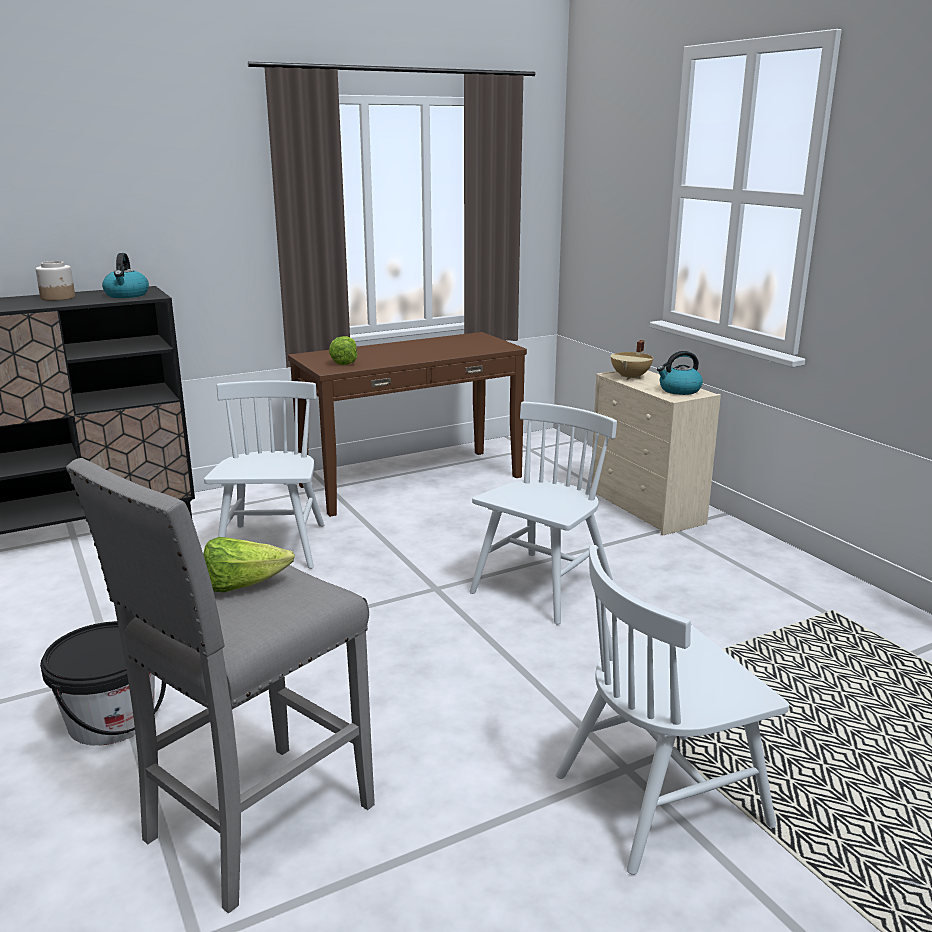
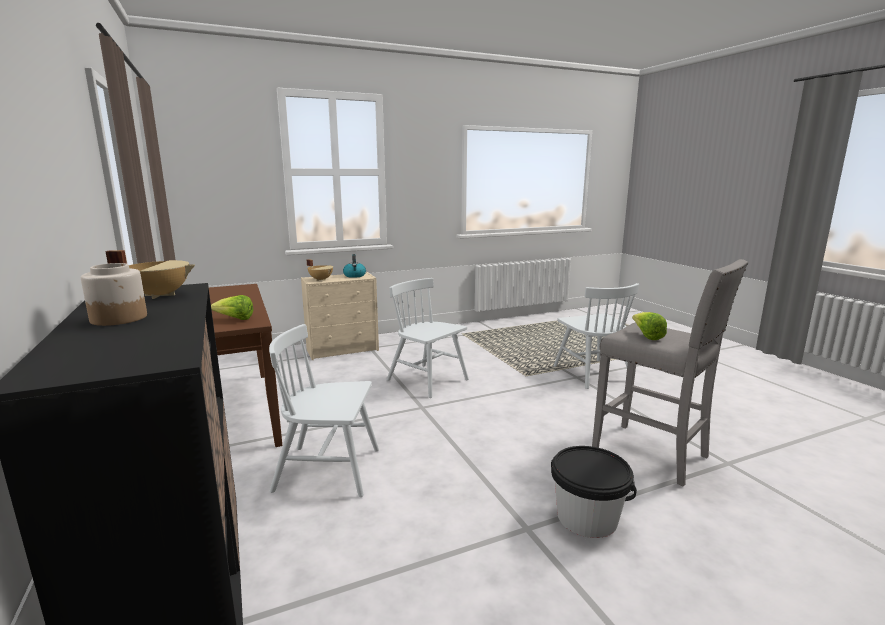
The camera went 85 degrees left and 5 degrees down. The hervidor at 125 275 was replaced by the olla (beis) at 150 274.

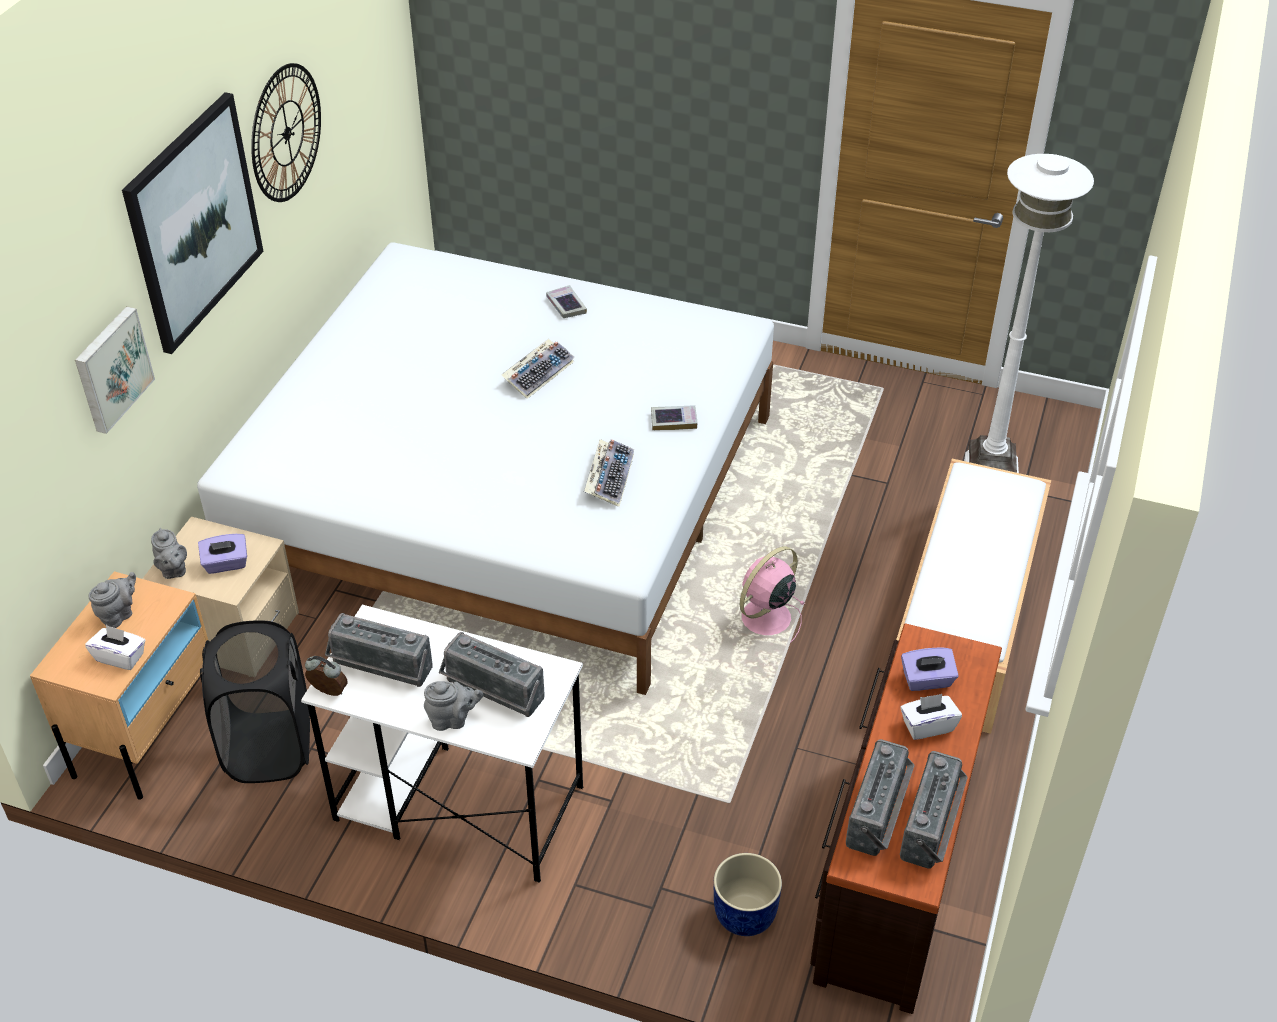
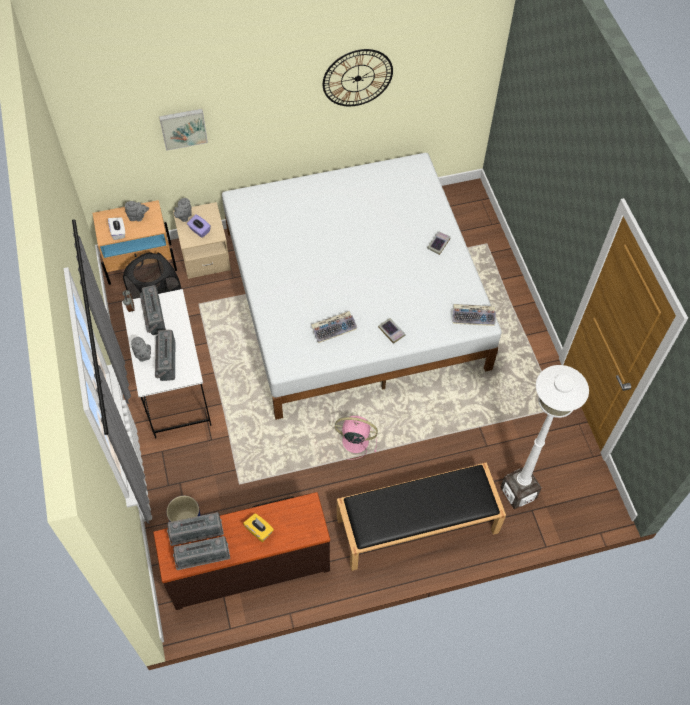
The camera went 55 degrees right and 15 degrees up. The cuadro at 193 223 disappeared. The caja de pañuelos (morado) at 930 669 disappeared. The teclado moved from 537 369 to 474 315. The banco (blanco) at 973 596 became the banco (negro) at 421 516. The caja de pañuelos (blanco) at 931 717 became the caja de pañuelos (amarillo) at 258 527.

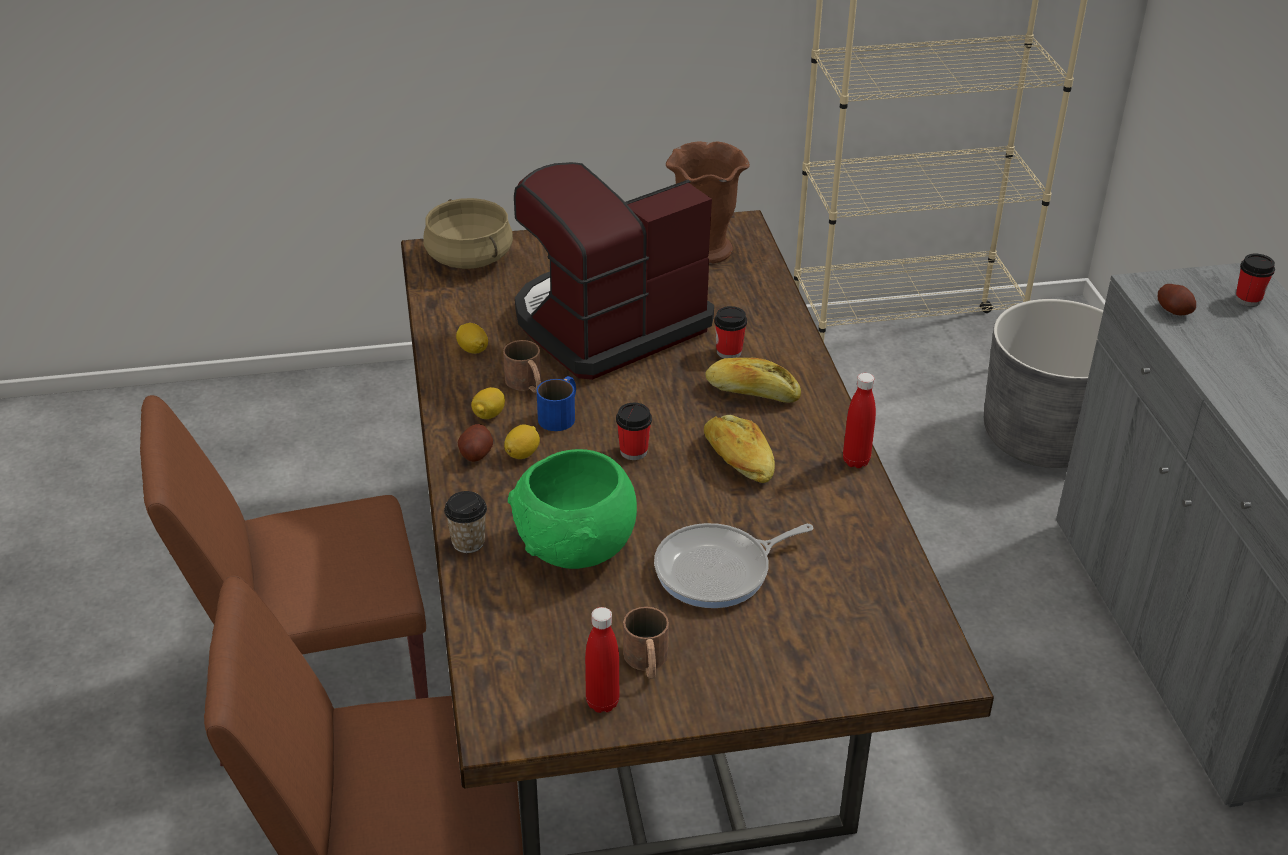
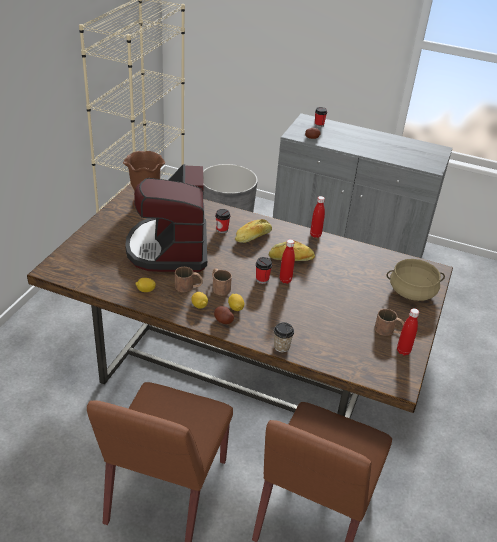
The camera went 60 degrees left and 0 degrees up. The cuenco (verde) at 572 509 disappeared. The sartén at 734 565 disappeared. The botella (rojo) at 287 261 appeared. The olla (beis) moved from 468 233 to 416 280. The taza grande (azul) at 556 403 became the taza grande (marrón) at 222 282.

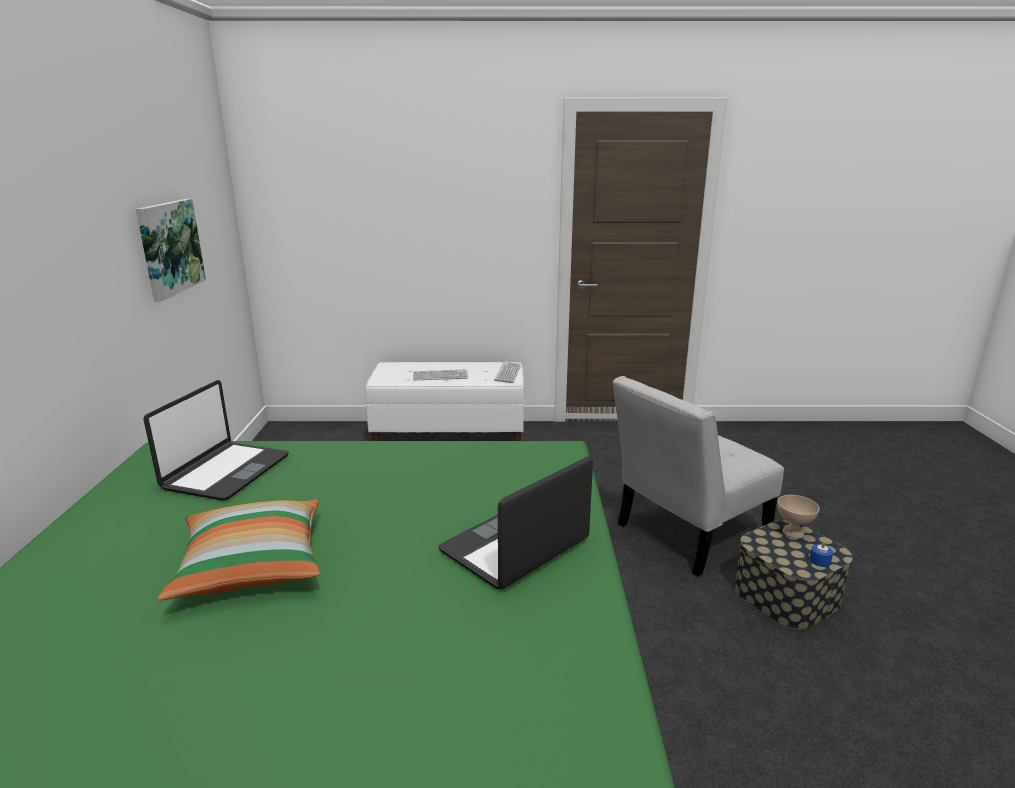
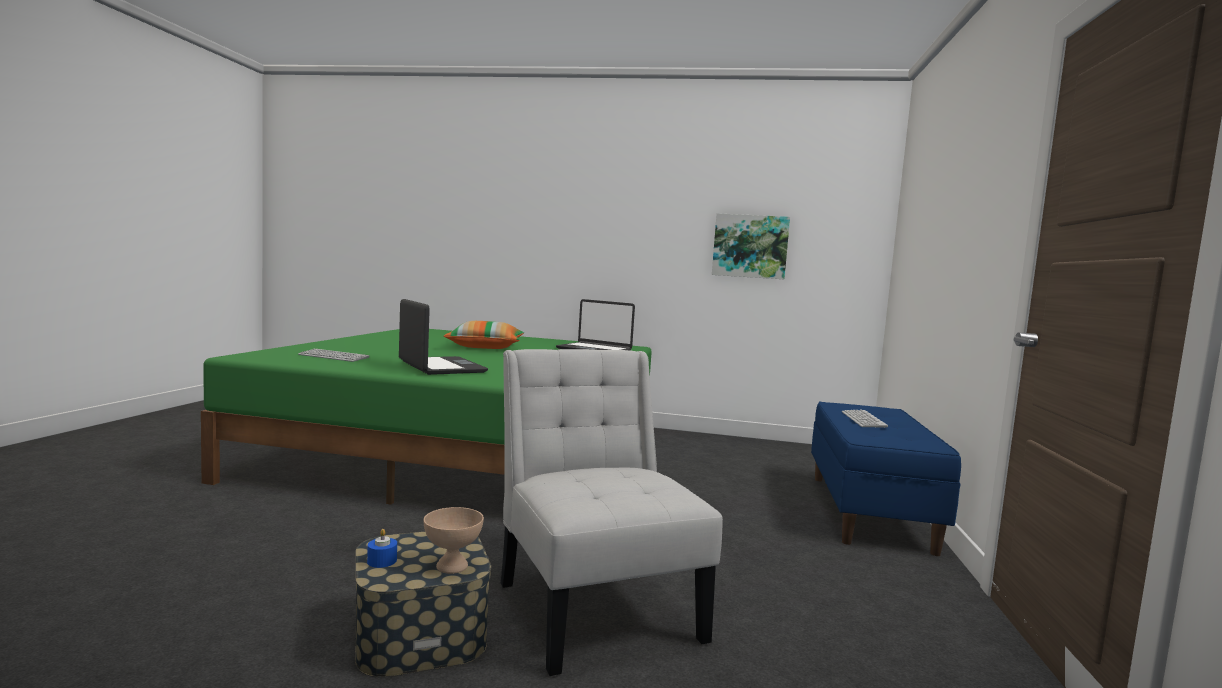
The camera went 100 degrees right and 15 degrees down. The teclado moved from 507 372 to 334 355. The banco (blanco) at 445 401 became the banco (azul) at 886 478.

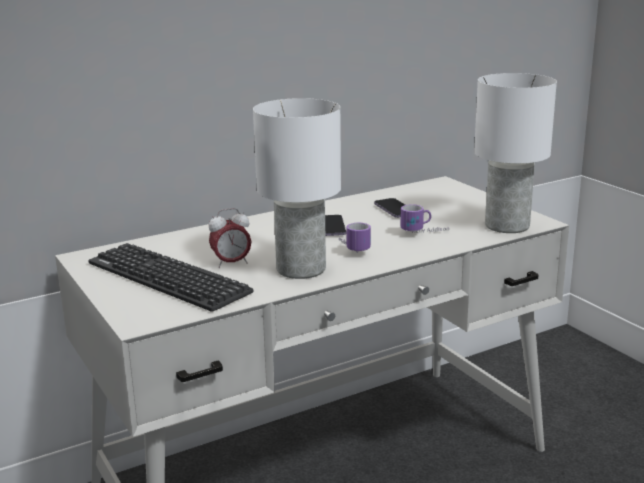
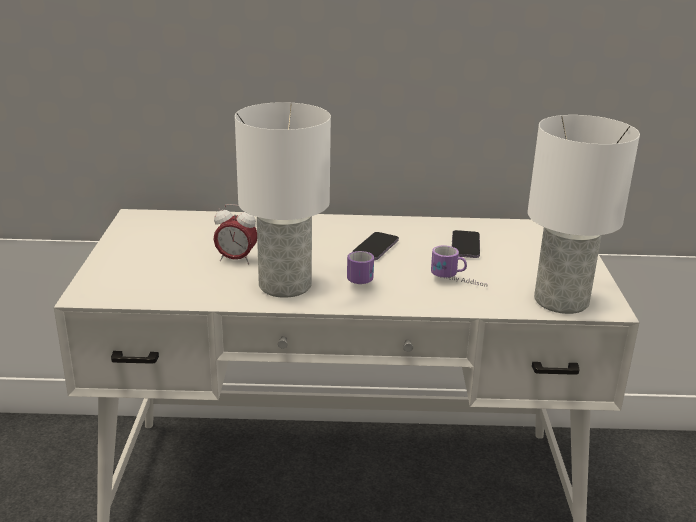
The camera went 30 degrees right and 5 degrees up. The teclado at 171 277 disappeared.

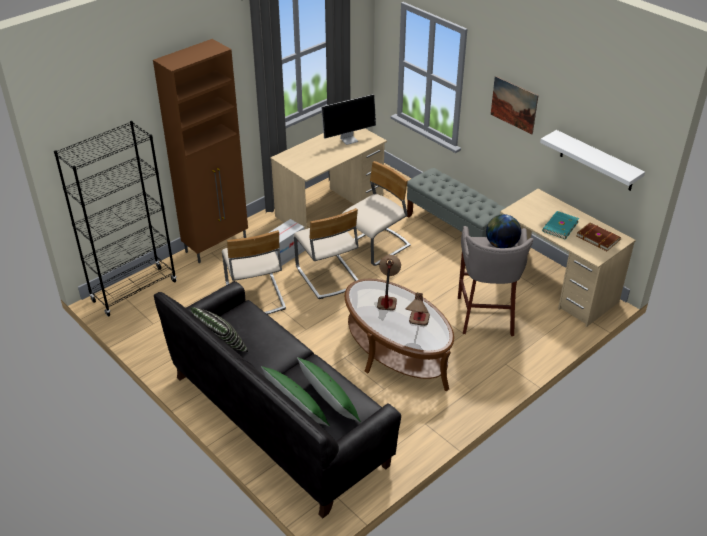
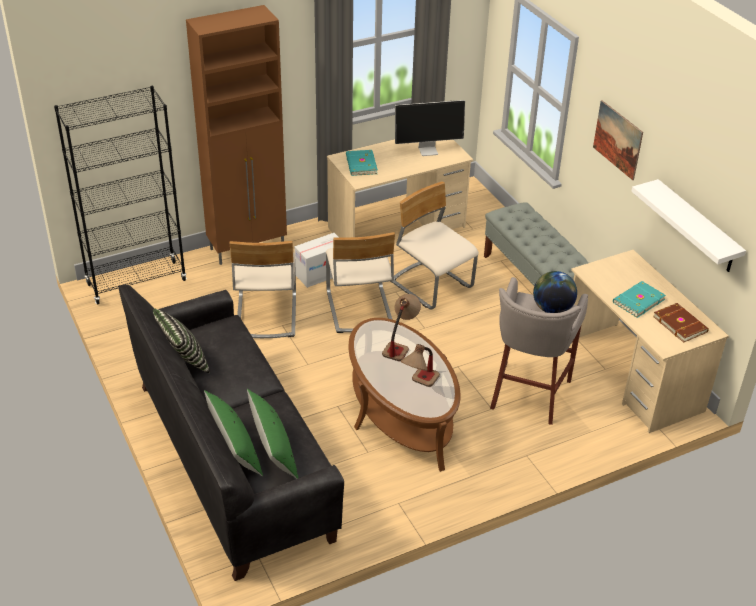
The camera went 15 degrees right and 0 degrees up. The libro (turquesa) at 362 163 appeared. The silla (beis) at 376 213 turned 105 degrees counterclockwise.

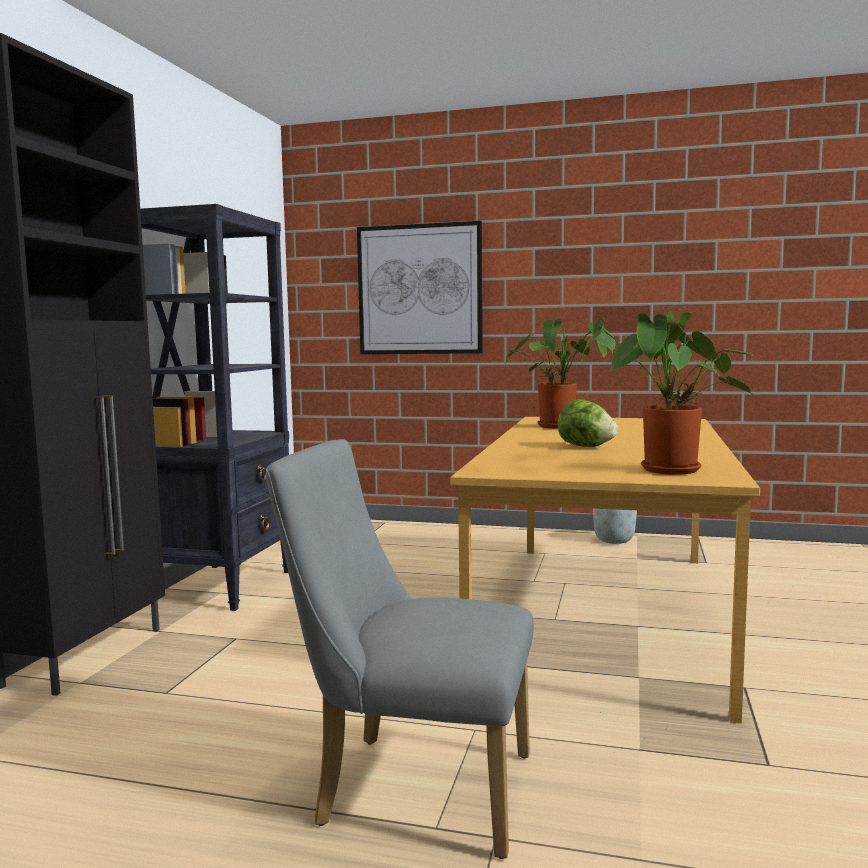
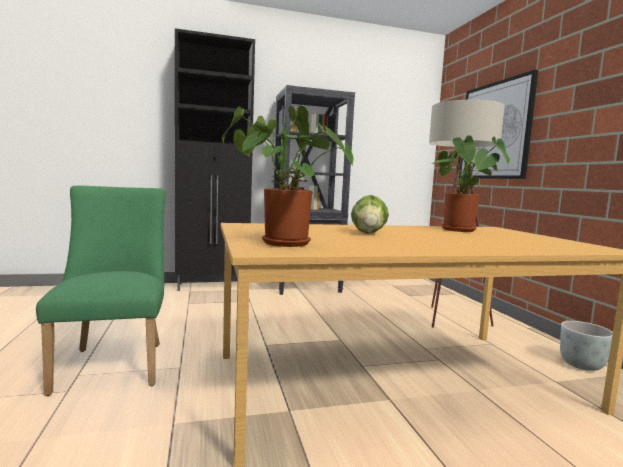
The camera went 60 degrees right and 0 degrees up. The lámpara de pie (beis) at 467 213 appeared. The silla (gris) at 400 649 became the silla (verde) at 100 291.

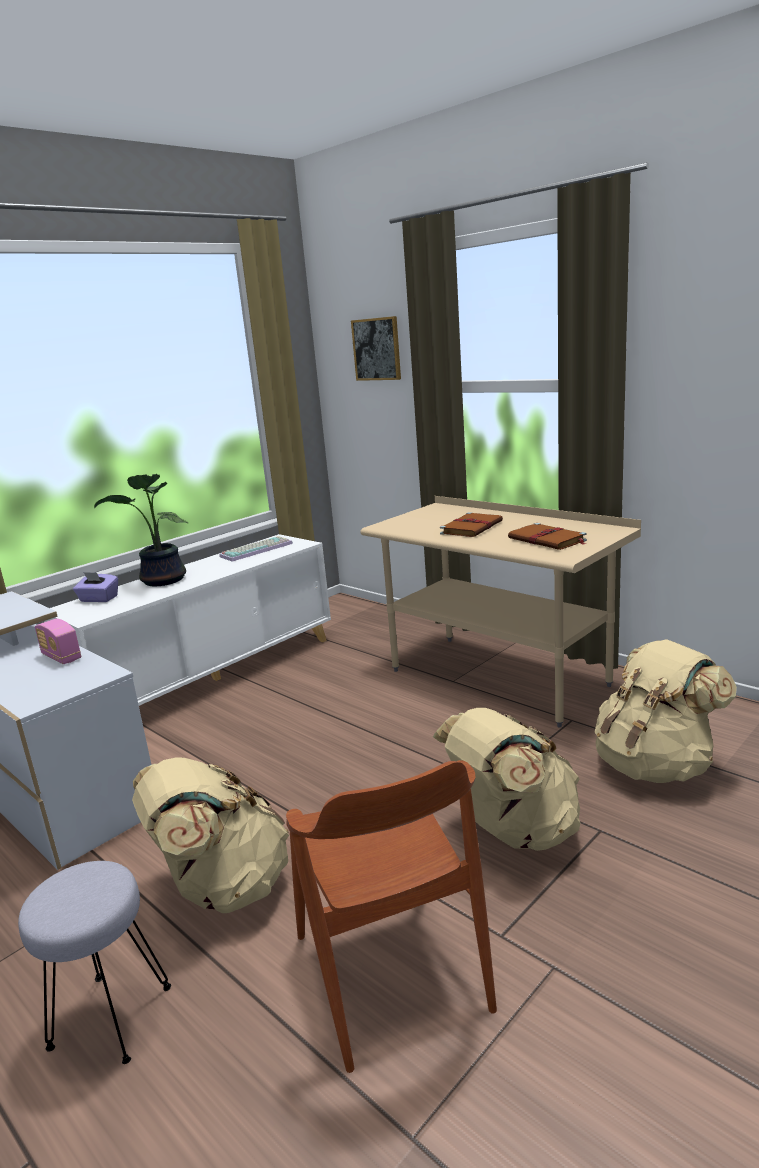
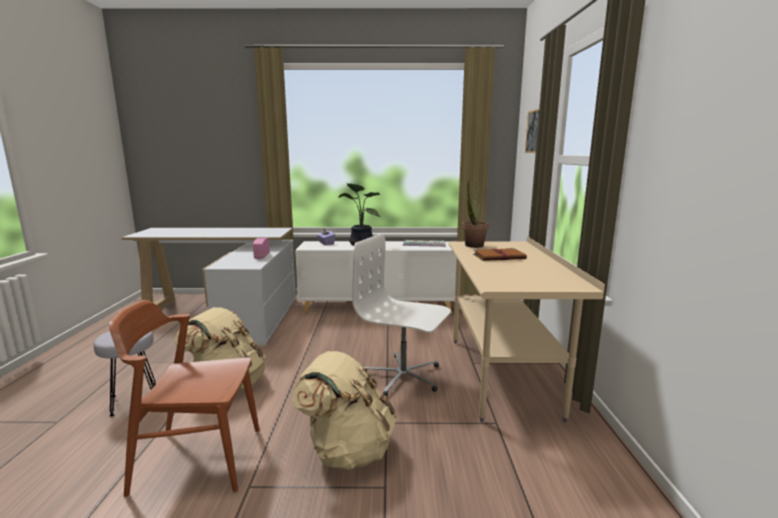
The camera went 45 degrees right and 5 degrees down. The libro (marrón) at 547 536 disappeared. The mochila (beis) at 666 711 disappeared. The silla de oficina (blanco) at 401 315 appeared. The planta en maceta at 475 213 appeared. The silla (marrón) at 391 916 turned 60 degrees clockwise.

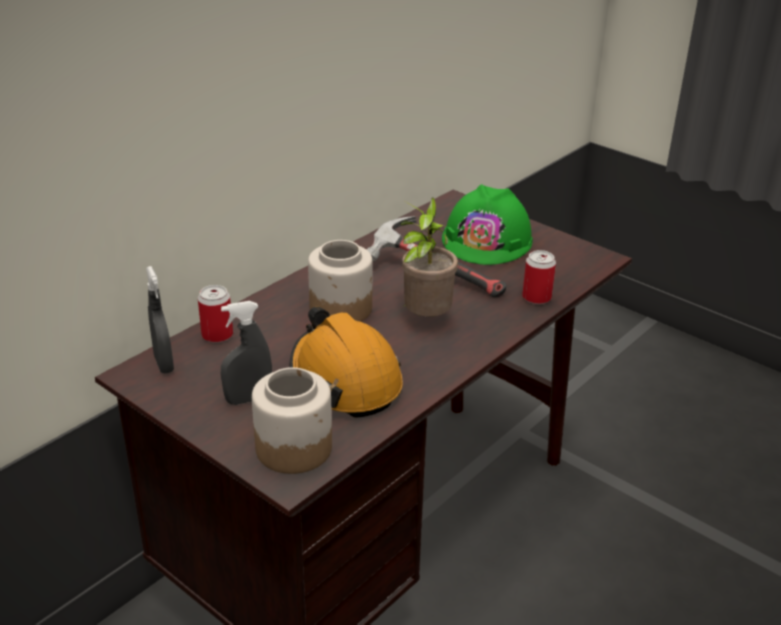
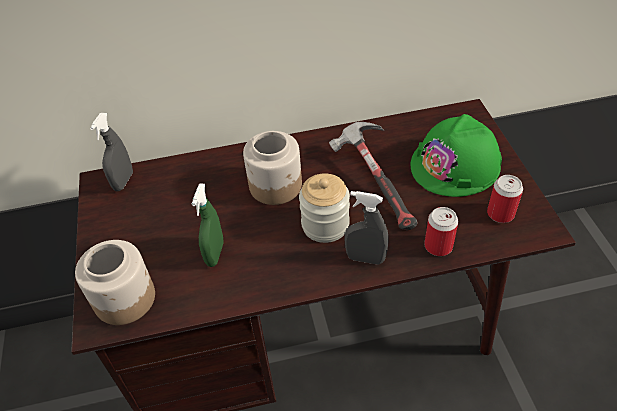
The camera went 40 degrees right and 15 degrees up. The lata moved from 215 314 to 505 199. The pulverizador (gris) moved from 246 353 to 366 228. The casco (naranja) at 346 362 was replaced by the pulverizador (verde) at 208 225. The planta en maceta at 429 257 was replaced by the tarro at 324 208.

